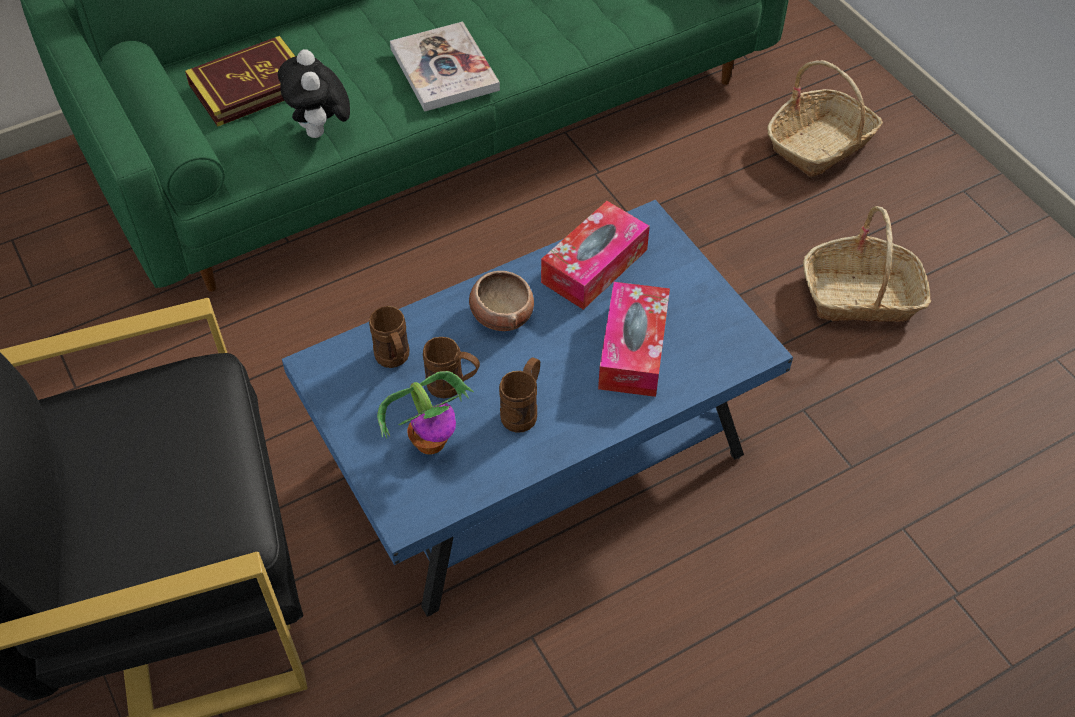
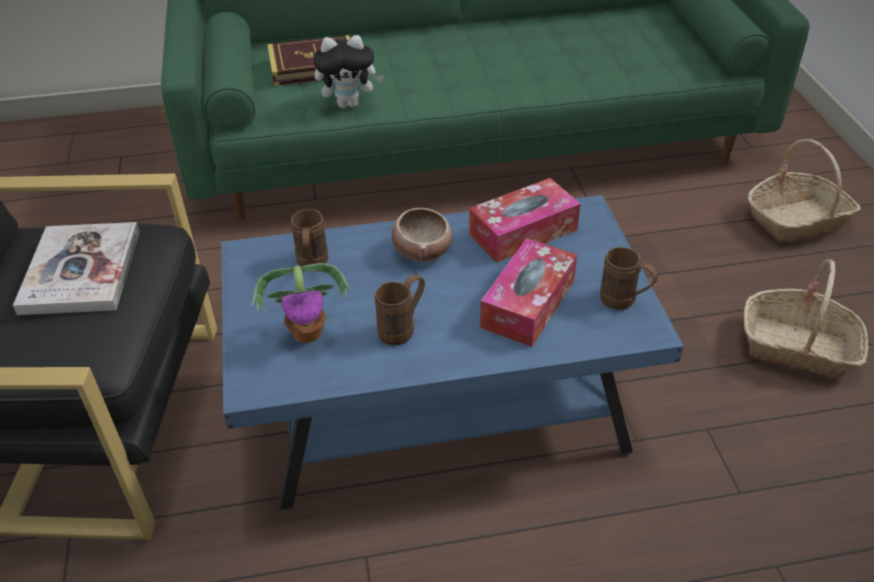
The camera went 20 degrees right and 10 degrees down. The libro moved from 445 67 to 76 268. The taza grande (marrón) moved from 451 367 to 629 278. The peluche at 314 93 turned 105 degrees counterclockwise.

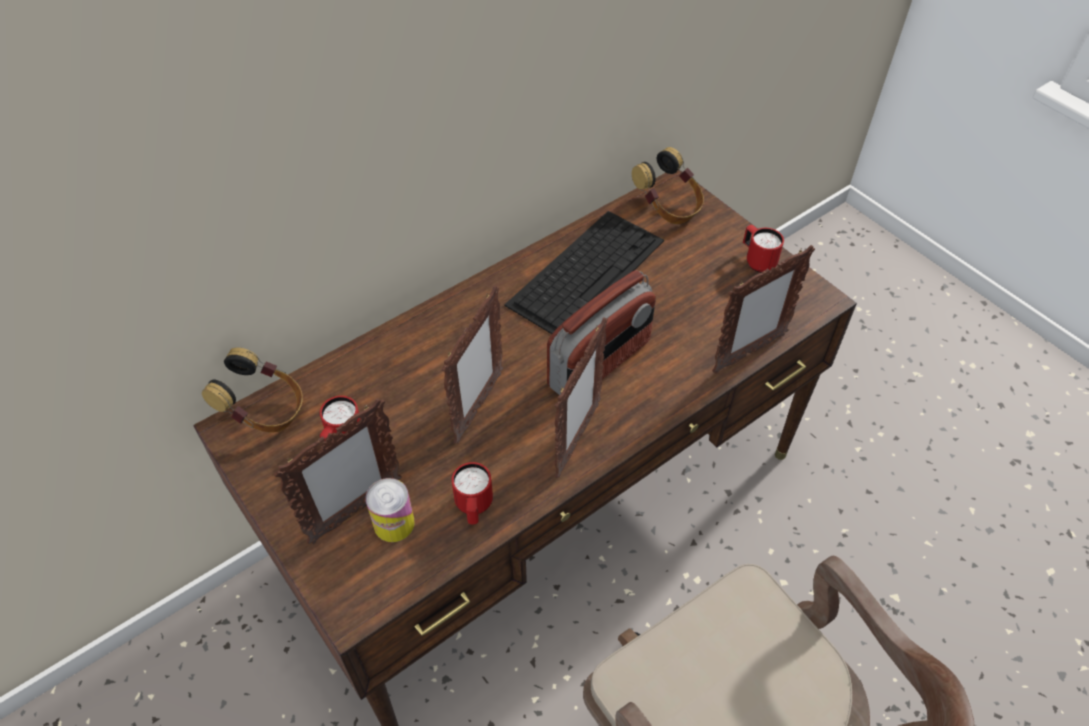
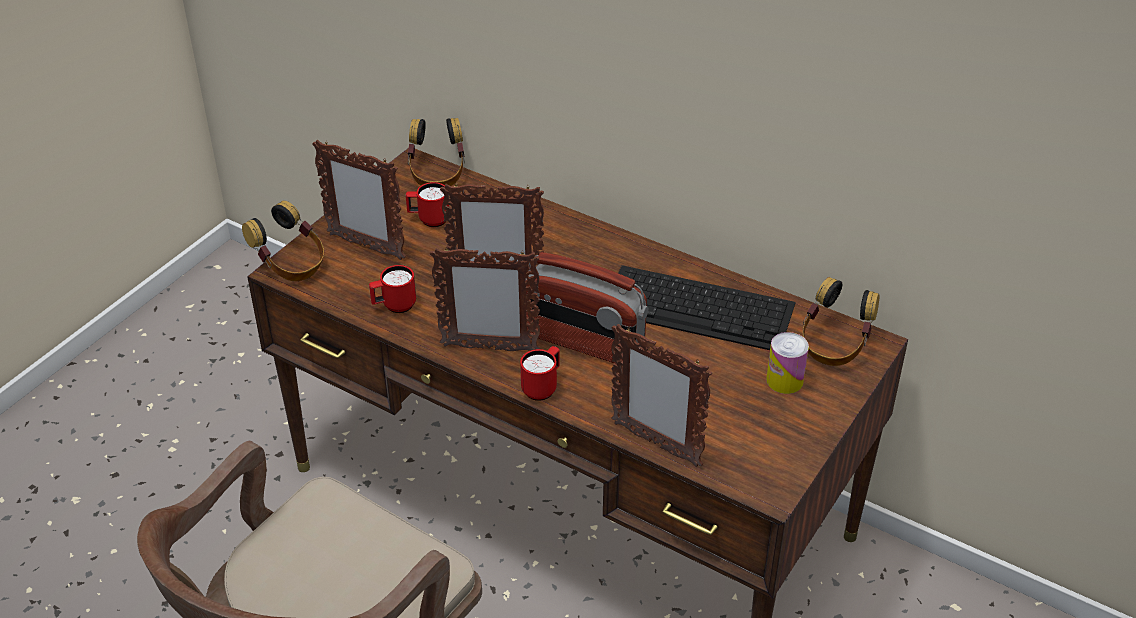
The camera went 70 degrees right and 10 degrees down. The auriculares at 283 241 appeared. The lata moved from 390 510 to 787 363. The taza grande (rojo) moved from 763 249 to 540 373.

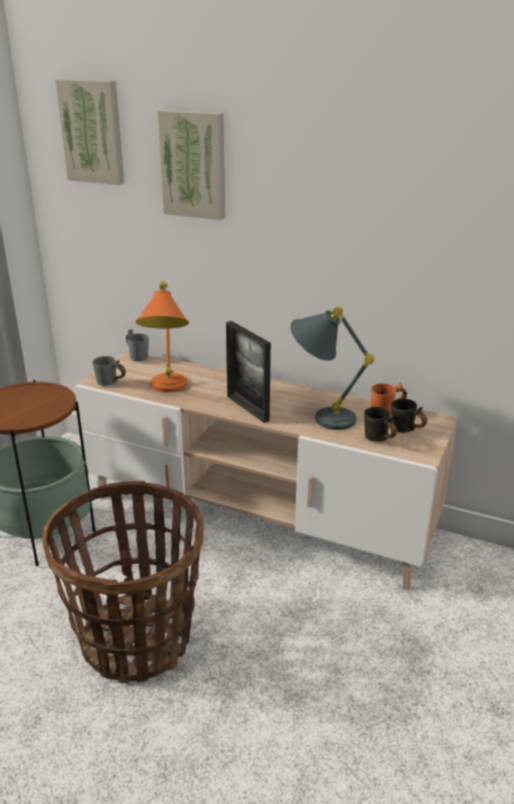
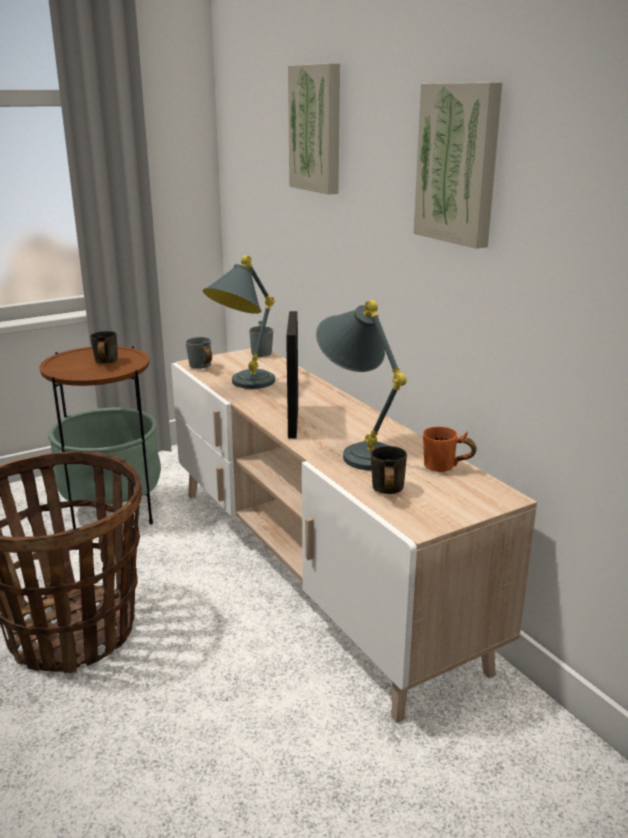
The camera went 35 degrees right and 5 degrees down. The cuadro moved from 89 132 to 457 165. The taza grande (gris) moved from 409 416 to 104 347. The lámpara de mesa (naranja) at 162 336 became the lámpara de mesa (gris) at 239 322.

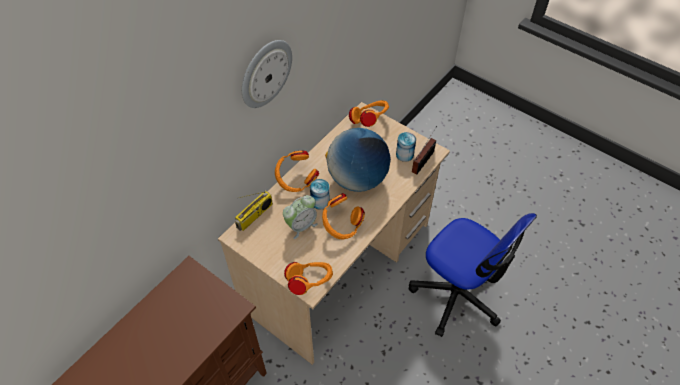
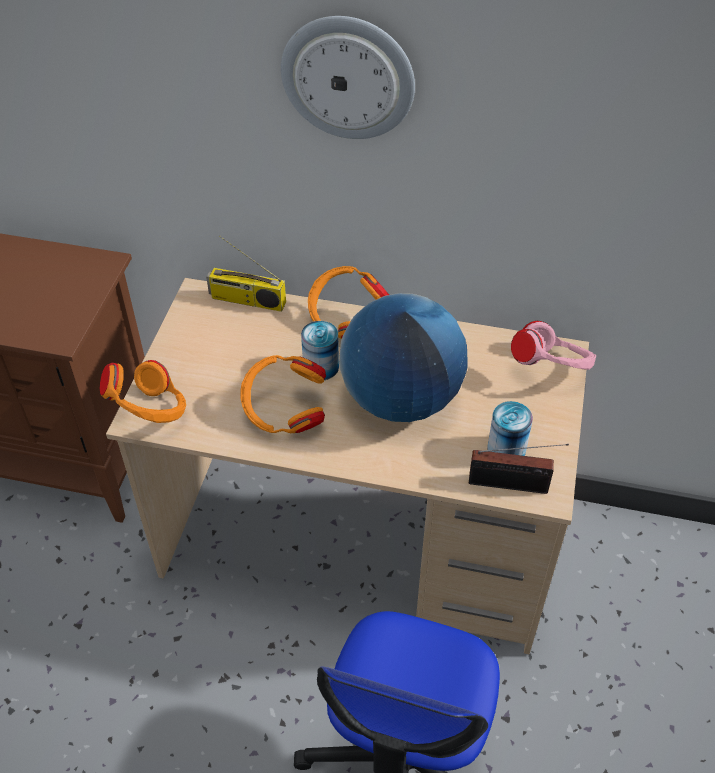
The camera went 65 degrees right and 5 degrees down. The despertador at 300 217 disappeared. The auriculares (naranja) at 369 113 became the auriculares (rosa) at 553 345.

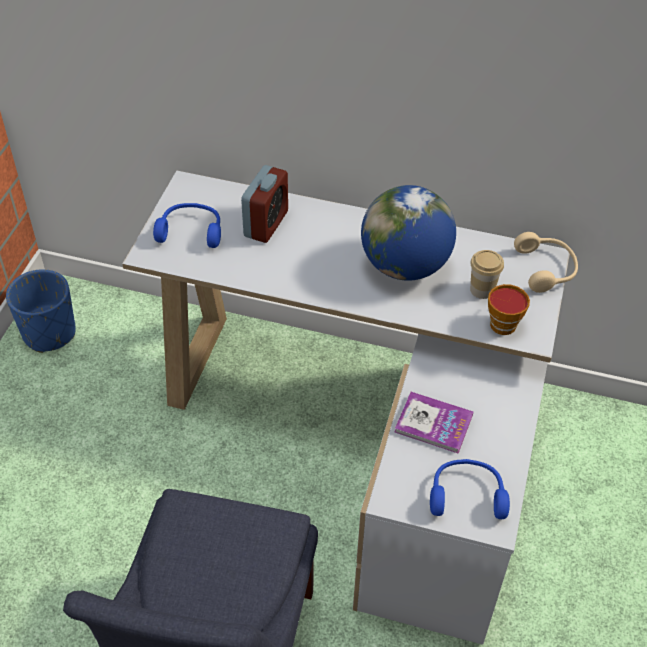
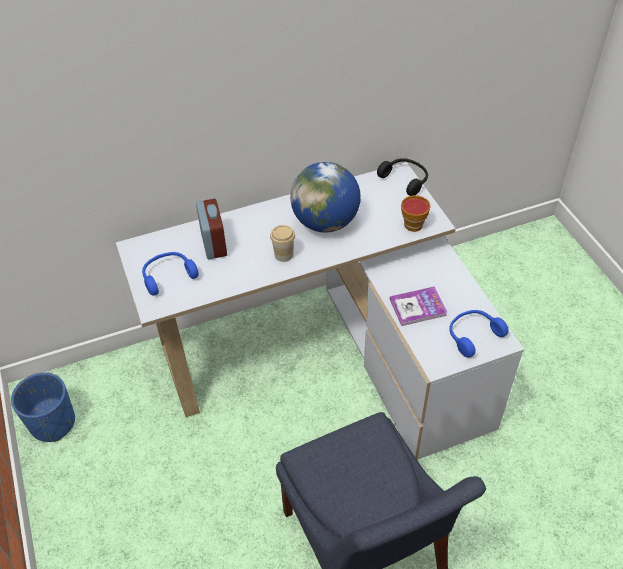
The camera went 35 degrees left and 0 degrees up. The taza moved from 487 274 to 282 243. The auriculares (beis) at 546 262 became the auriculares (negro) at 402 177.

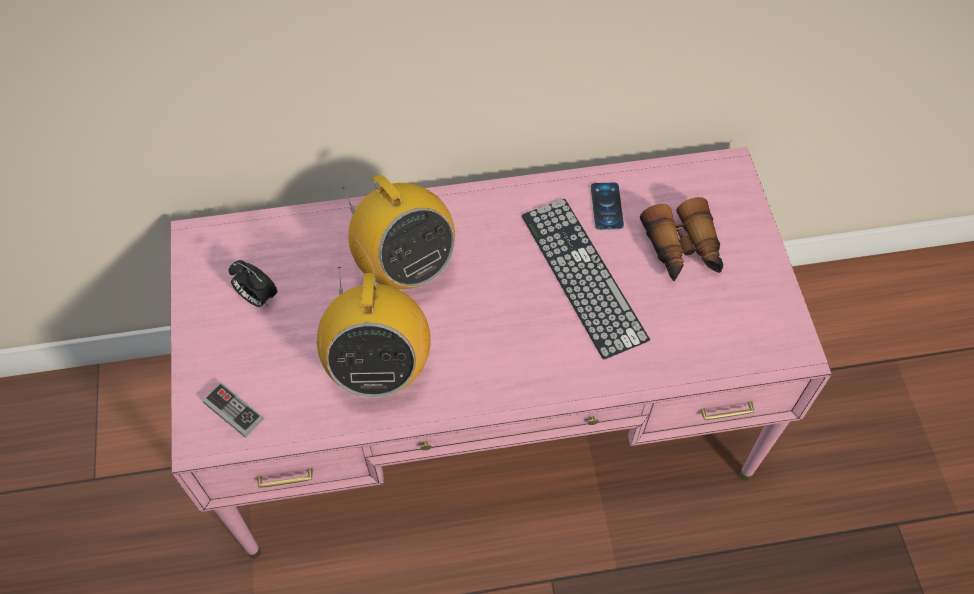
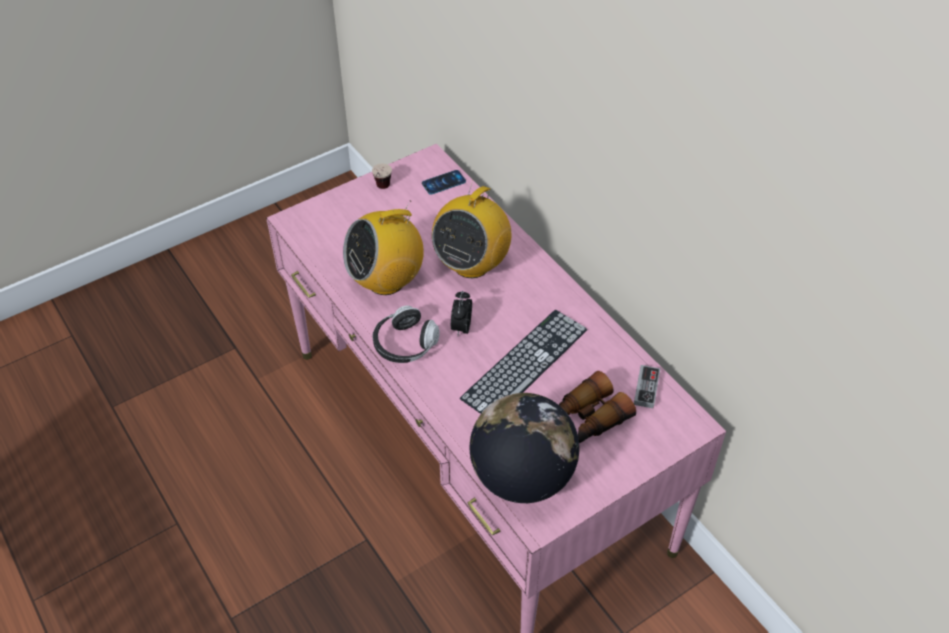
The camera went 65 degrees right and 10 degrees down. The taza at 382 176 appeared. The auriculares at 406 334 appeared. The globo terráqueo at 524 448 appeared. The mando de consola moved from 233 410 to 647 387. The despertador moved from 253 283 to 461 313. The móvil moved from 607 206 to 444 182.

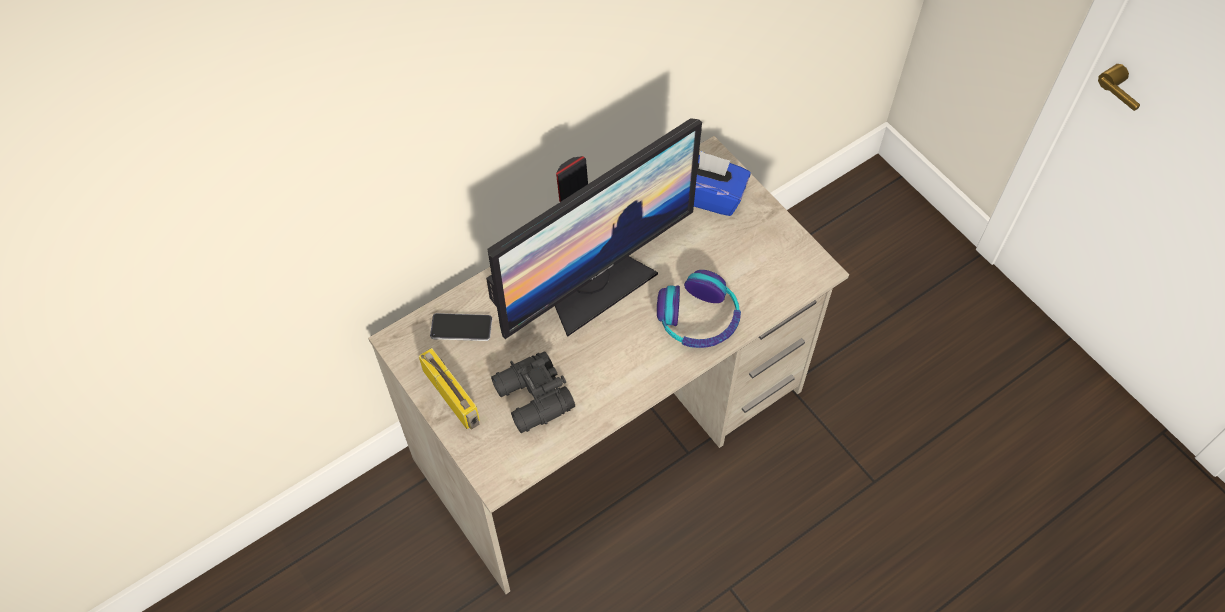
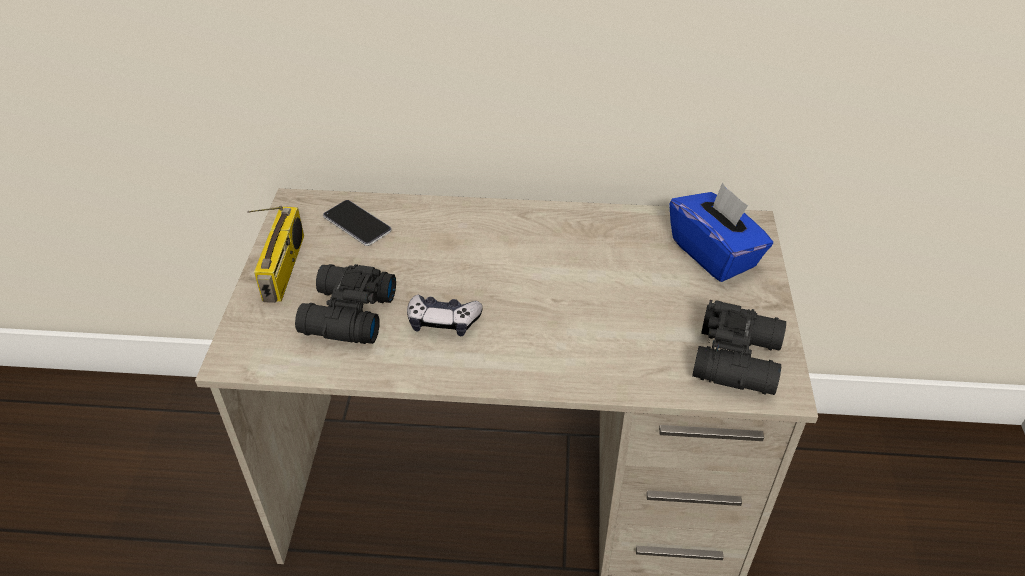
The camera went 40 degrees right and 15 degrees down. The monitor at 594 228 disappeared. The auriculares at 699 309 disappeared. The mando de consola at 445 315 appeared. The prismáticos (negro) at 739 347 appeared.

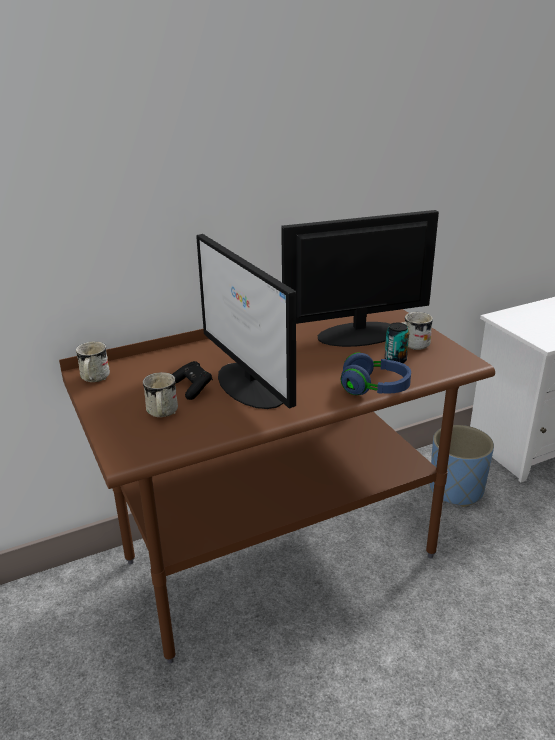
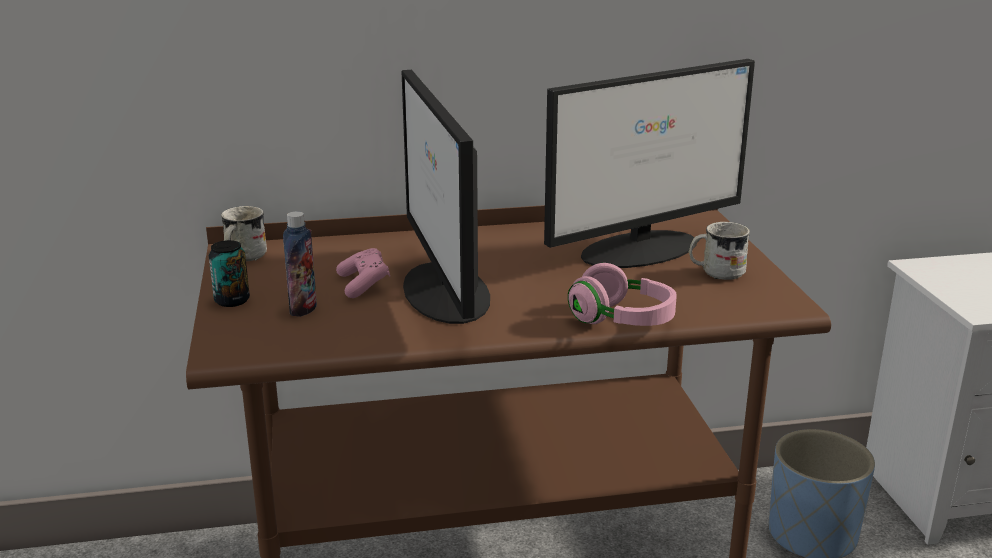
The camera went 15 degrees right and 5 degrees down. The lata moved from 397 343 to 229 273. The taza grande (blanco) at 160 394 was replaced by the botella at 300 264. The mando de consola (negro) at 192 380 became the mando de consola (rosa) at 363 273. The auriculares (azul) at 376 373 became the auriculares (rosa) at 622 294. The monitor at 360 278 turned 150 degrees clockwise.

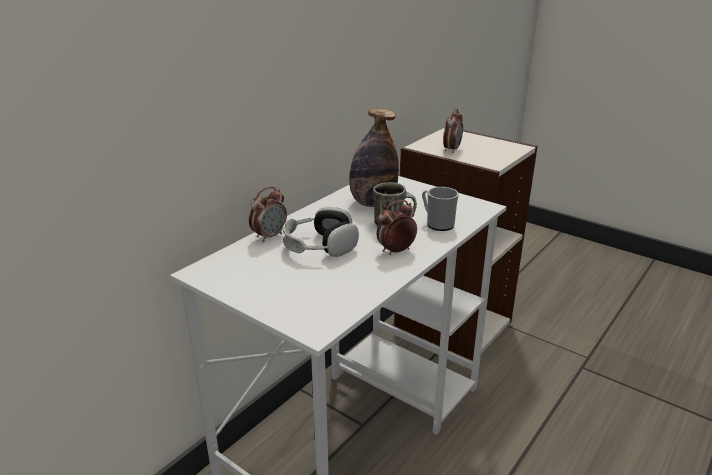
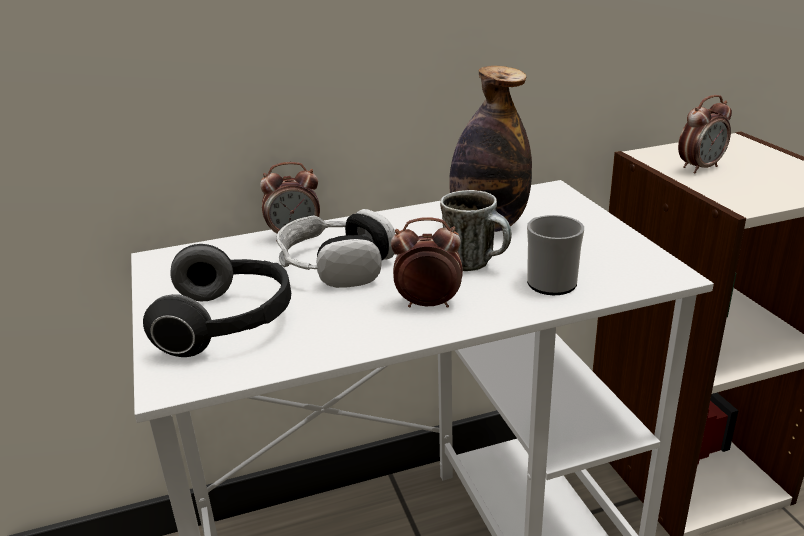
The camera went 35 degrees right and 0 degrees up. The auriculares at 217 300 appeared.

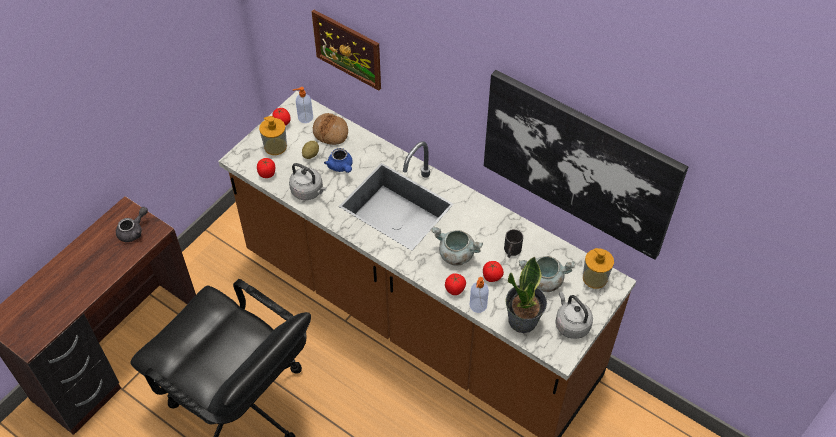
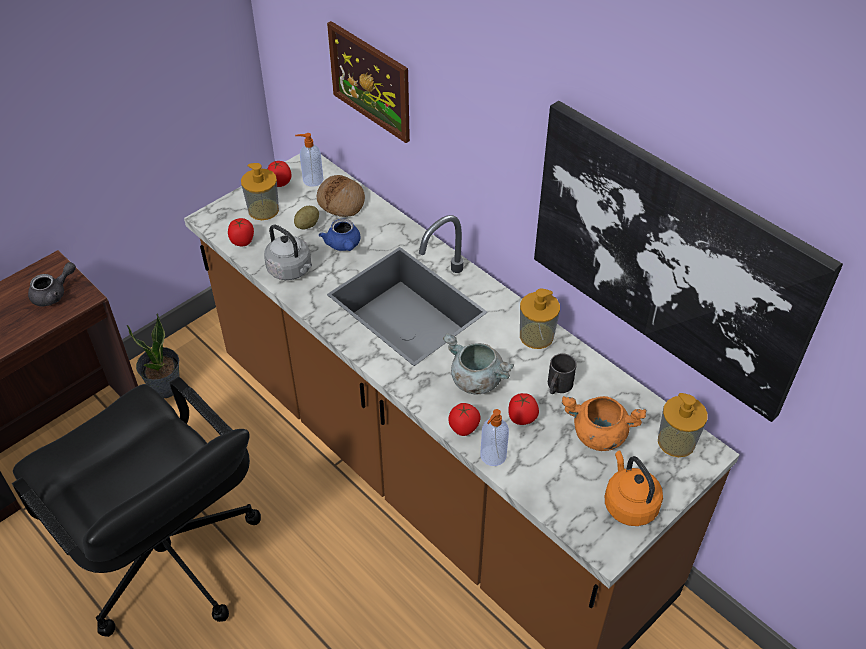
The camera went 10 degrees right and 5 degrees down. The dispensador de jabón at 540 319 appeared. The planta en maceta moved from 526 295 to 153 355. The olla (gris) at 547 274 became the olla (naranja) at 604 423. The hervidor (gris) at 574 315 became the hervidor (naranja) at 634 488.

